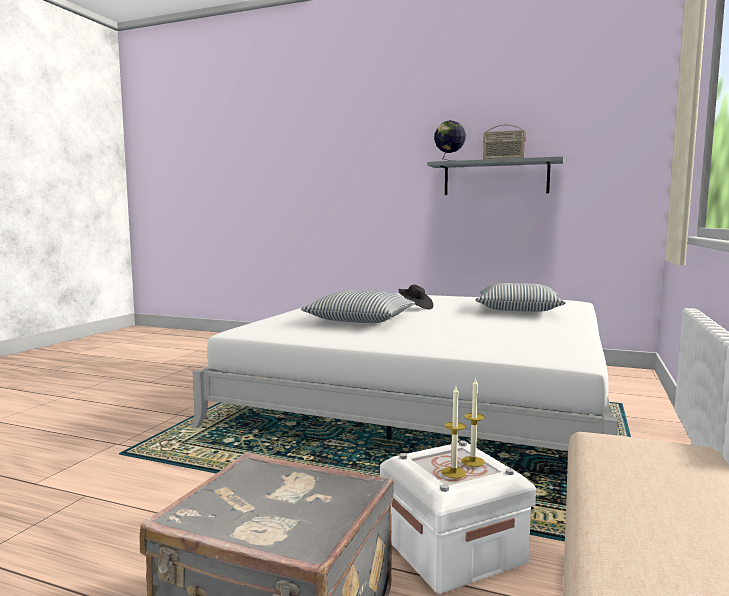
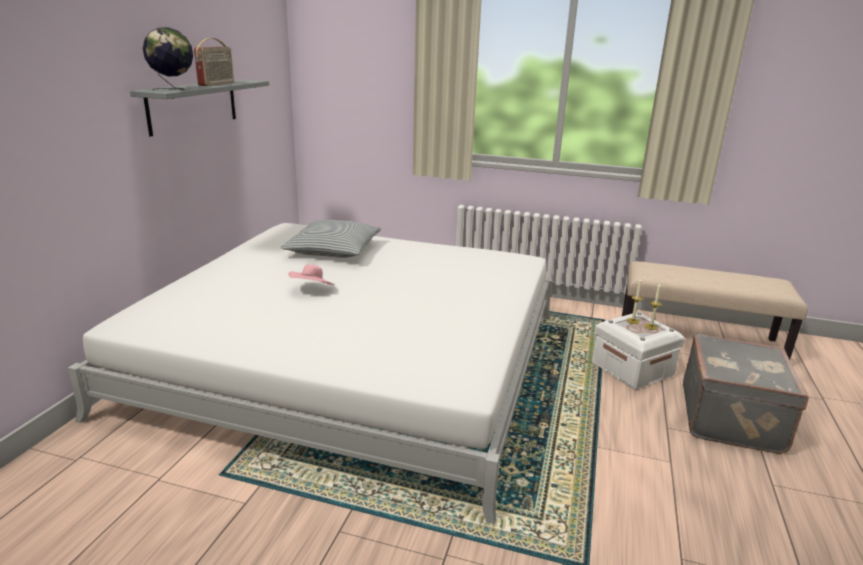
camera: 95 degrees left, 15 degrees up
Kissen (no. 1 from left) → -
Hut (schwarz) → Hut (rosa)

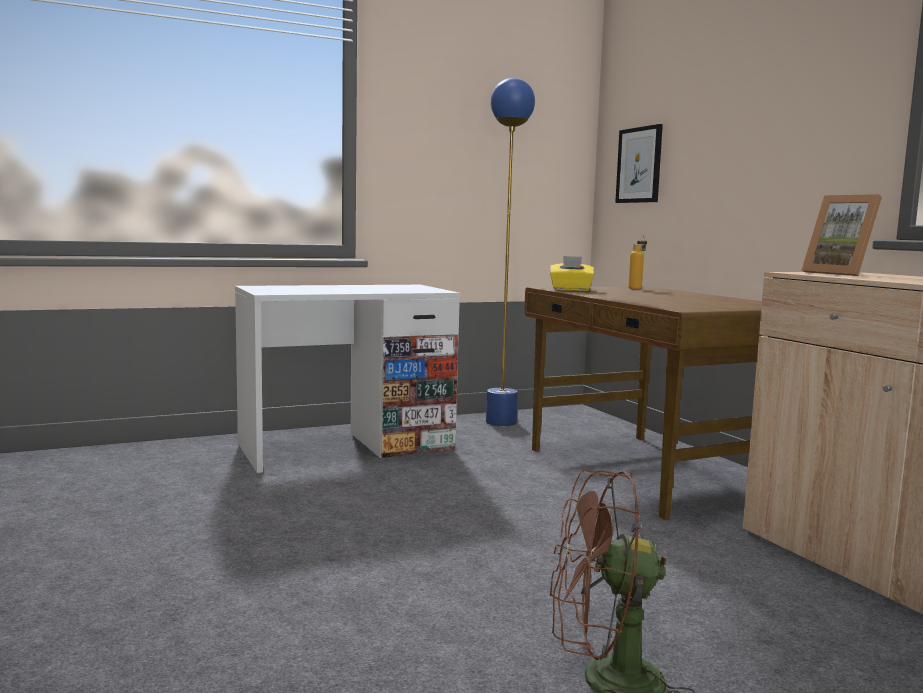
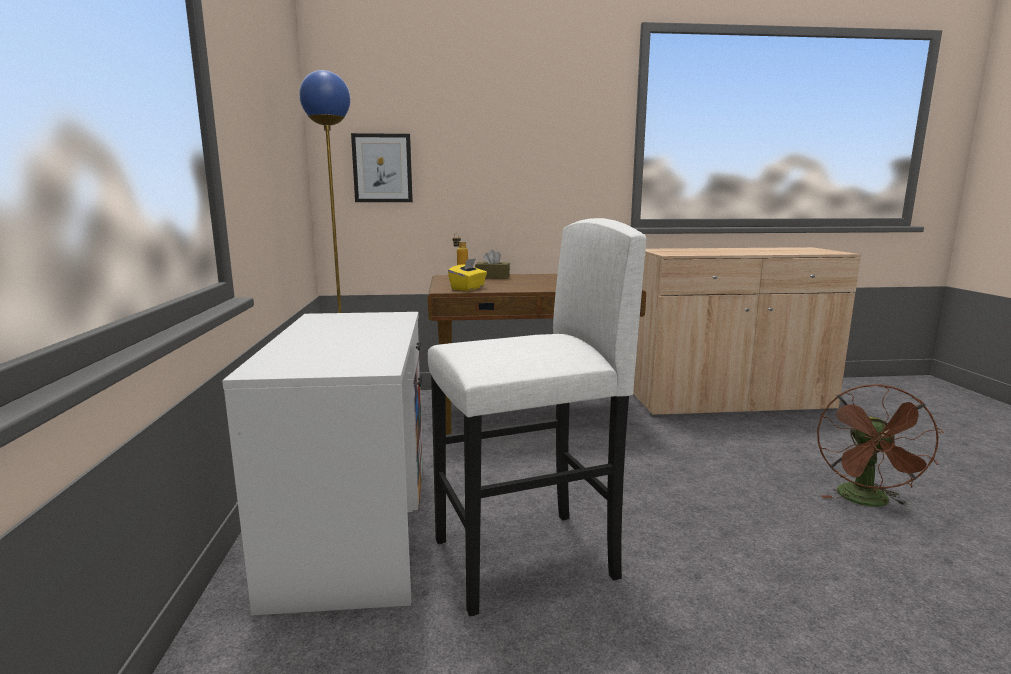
camera: 70 degrees left, 5 degrees up
Bilderrahmen → -
- → Hocker (weiß)
- → Taschentuchbox (braun)

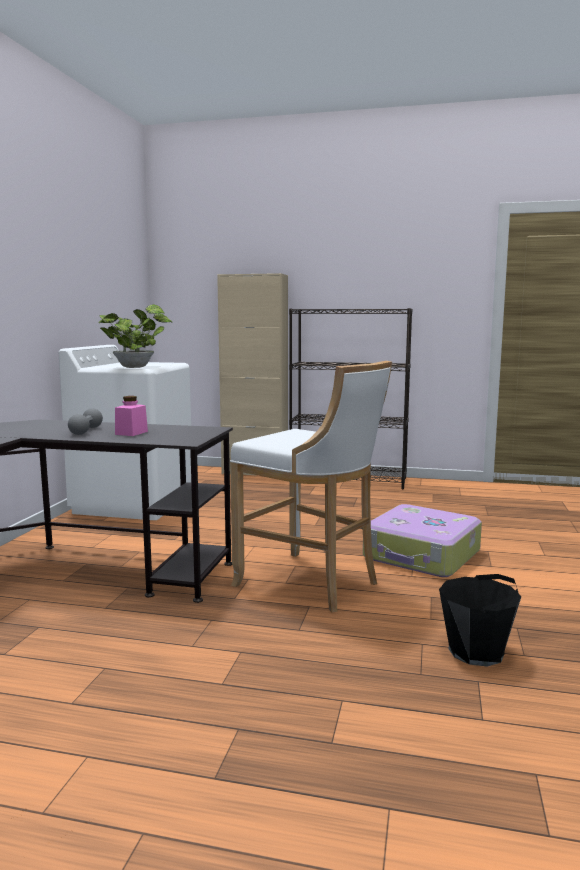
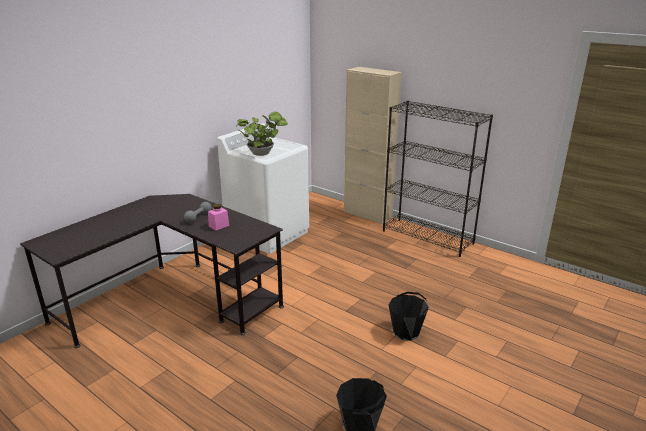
camera: 25 degrees right, 15 degrees up
Hocker (weiß) → -
Koffer → Eimer (schwarz) (no. 2 from left)

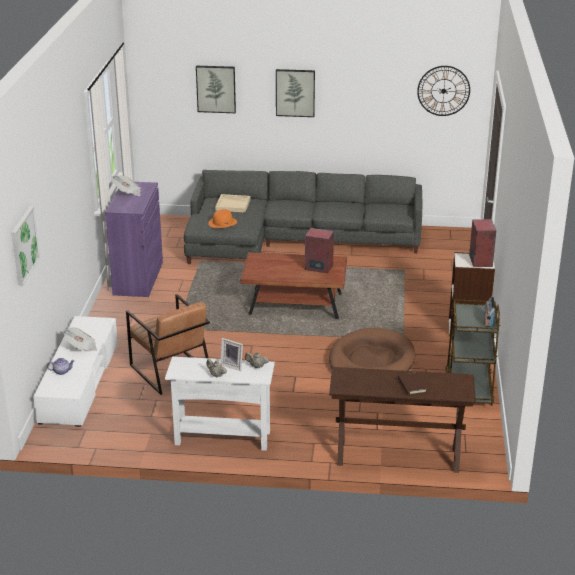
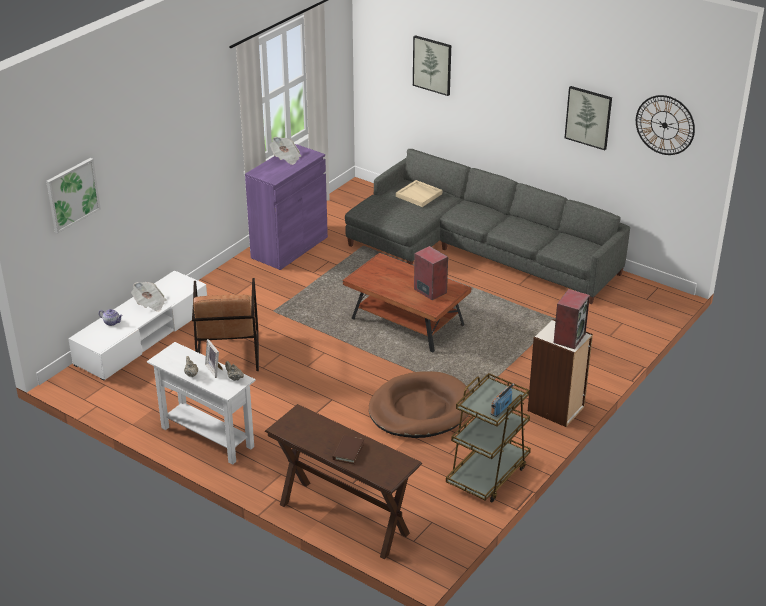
camera: 30 degrees right, 5 degrees up
Hut (orange) → -
Bild (no. 3 from left), relocated

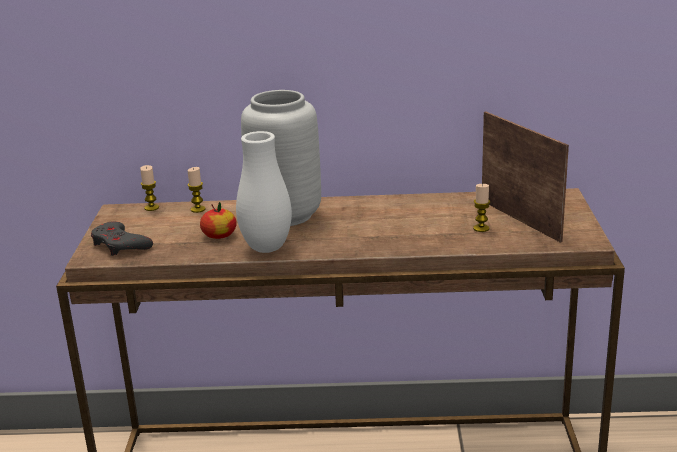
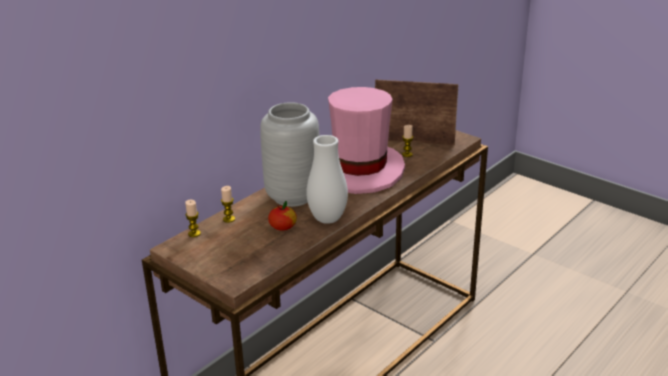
camera: 50 degrees left, 5 degrees up
Gamepad (grau) → -
- → Hut (rosa)

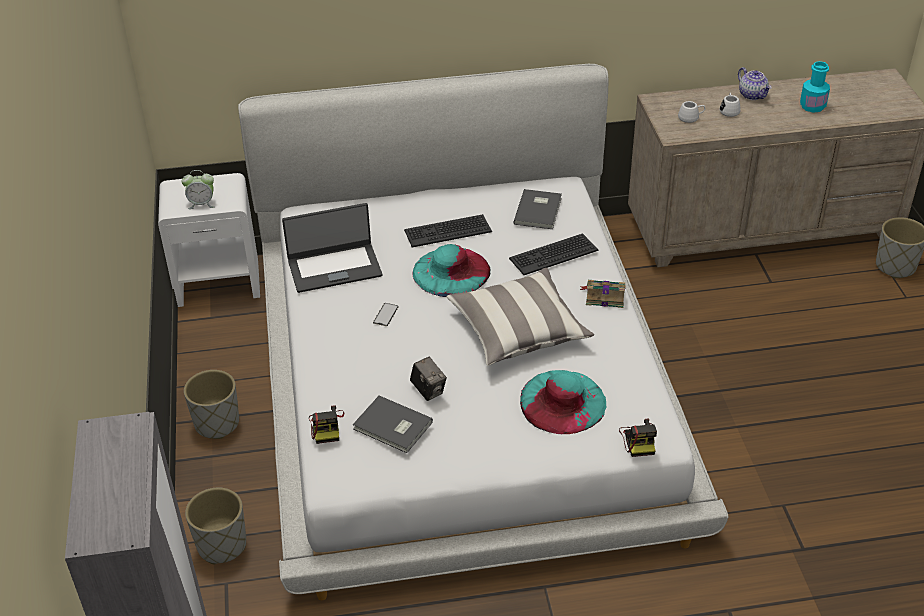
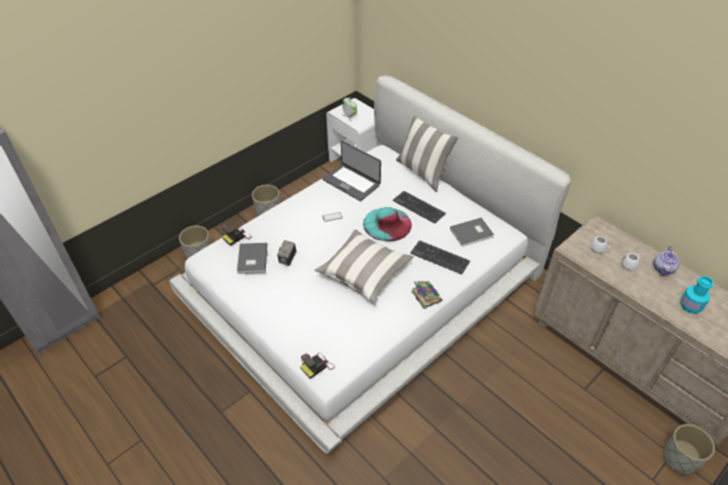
camera: 55 degrees right, 5 degrees up
Hut (türkis) (no. 2 from left) → -
- → Kissen (no. 2 from left)

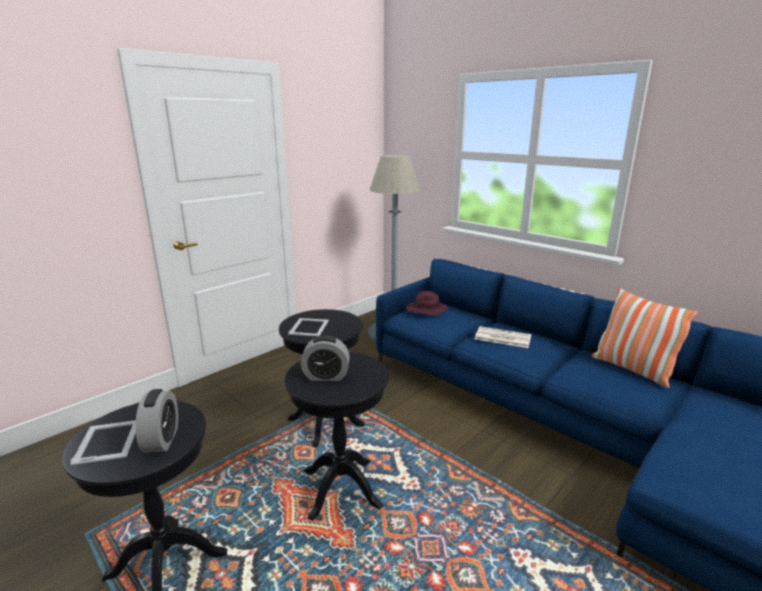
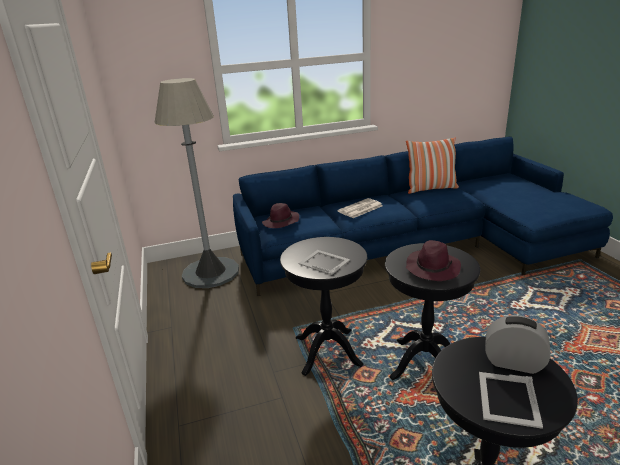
camera: 60 degrees left, 5 degrees up
Wecker (no. 2 from left) → Hut (lila) (no. 2 from left)
Bilderrahmen (no. 1 from left in the first image) → Bilderrahmen (no. 2 from left), 90 degrees counterclockwise

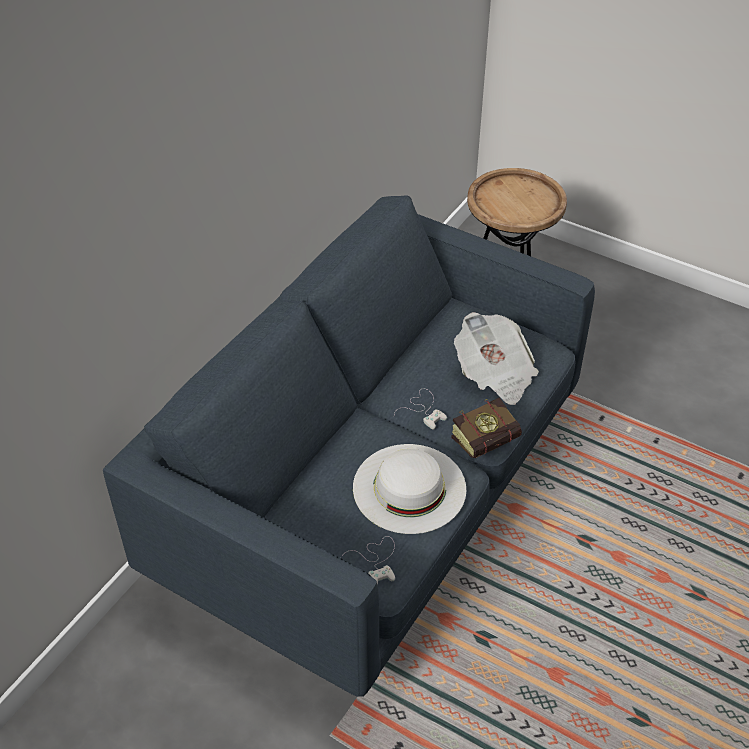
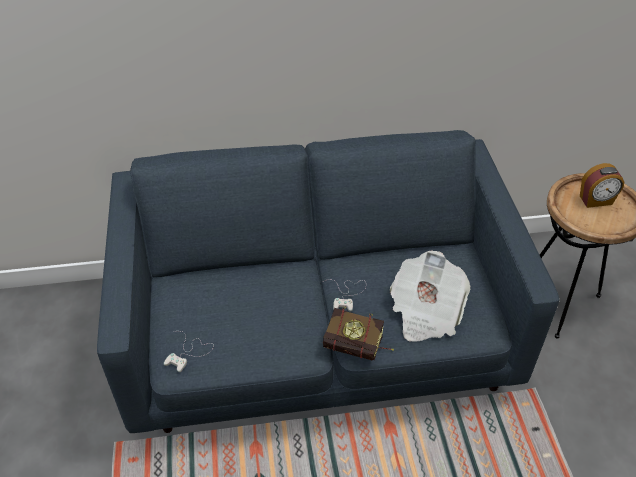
camera: 50 degrees right, 0 degrees up
Hut (weiß) → -
- → Wecker

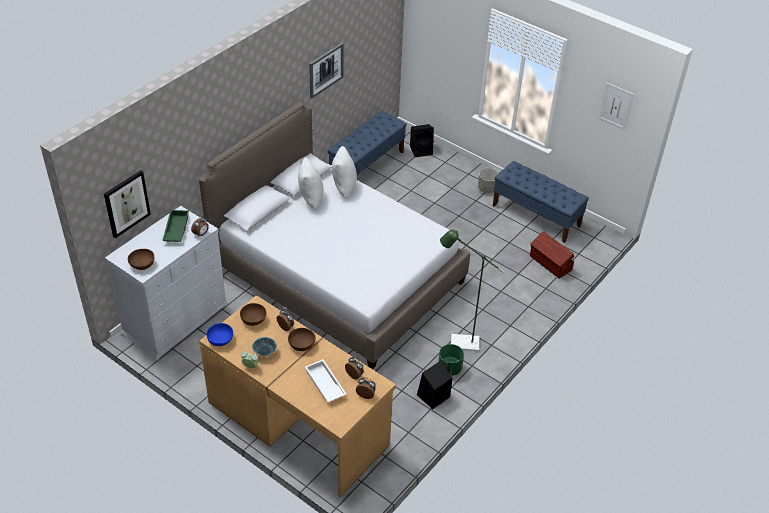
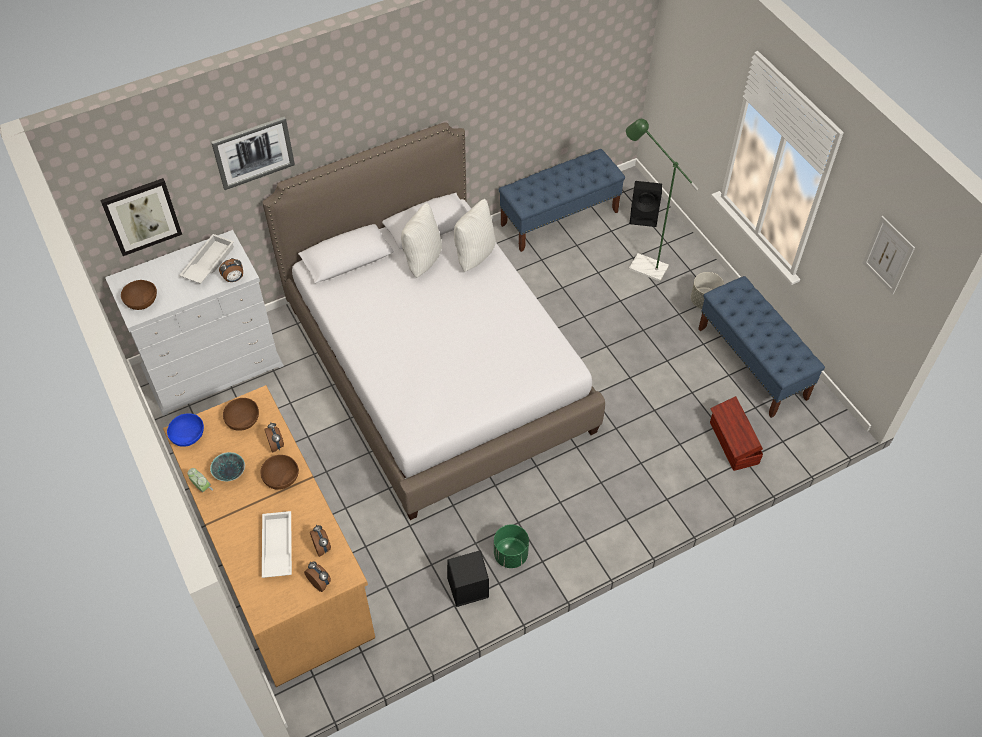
camera: 25 degrees right, 10 degrees up
Bild (no. 2 from left), relocated
Stehlampe (grün), relocated
Tablett (grün) → Tablett (weiß) (no. 1 from left)

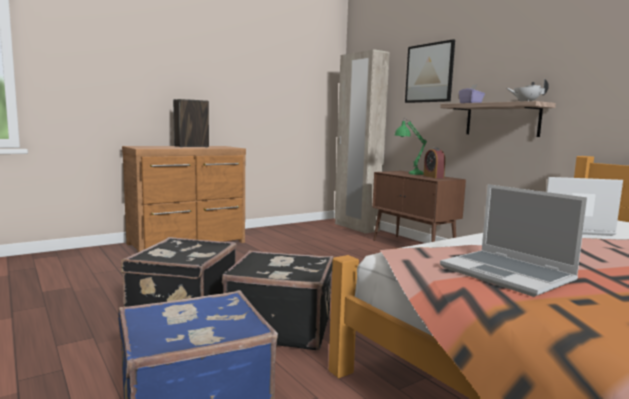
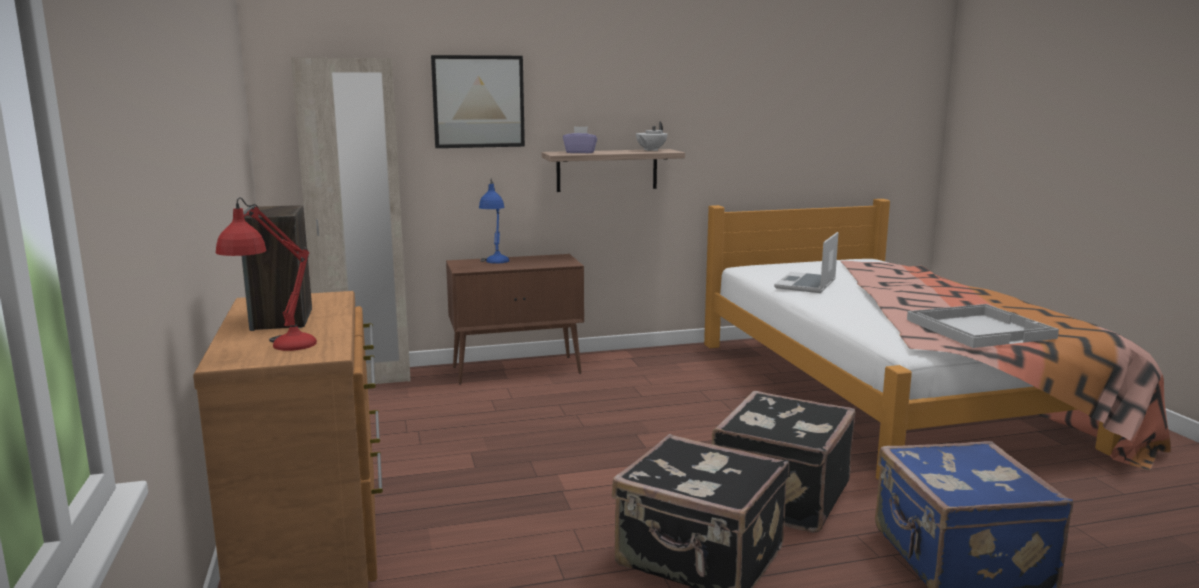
camera: 70 degrees left, 5 degrees up
Wecker → -
- → Tischlampe (rot)
Laptop (no. 1 from left) → Tablett (weiß)
Tischlampe (grün) → Tischlampe (blau)

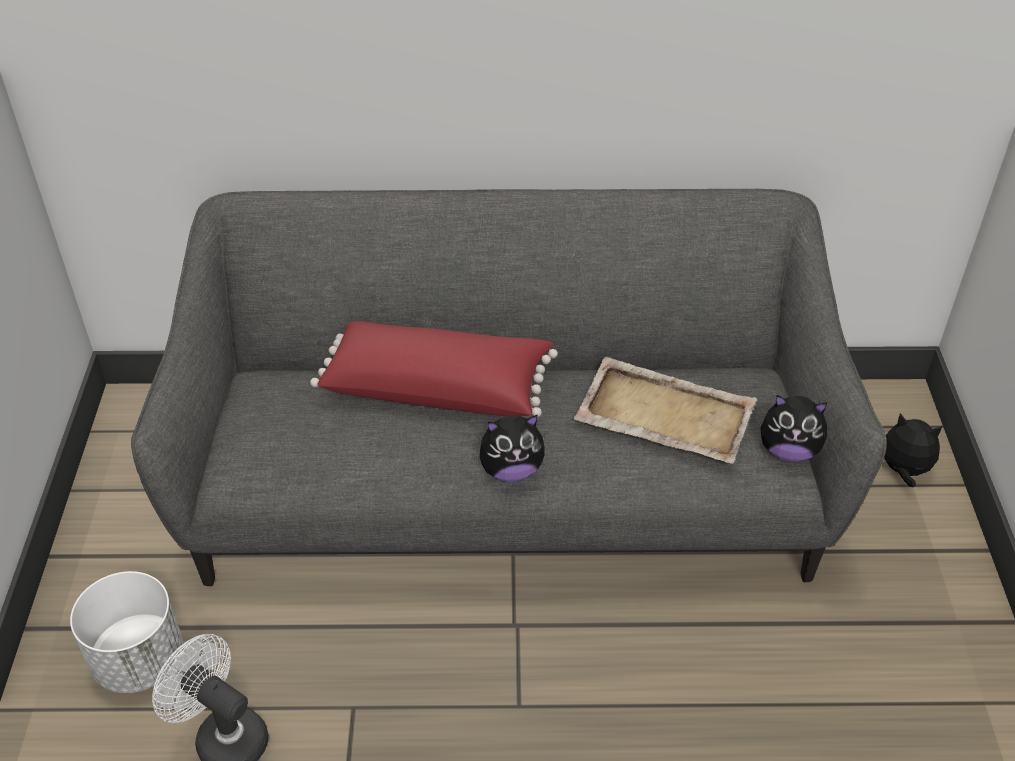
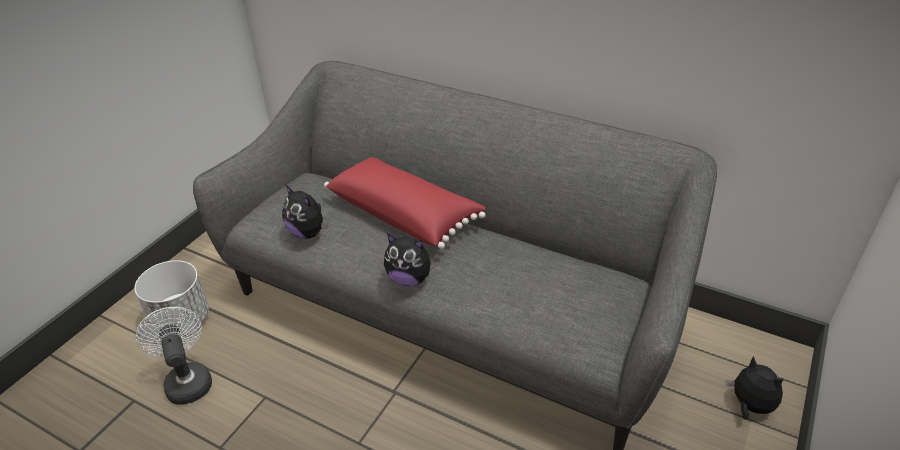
camera: 30 degrees right, 5 degrees down
Tablett (beige) → -
Plüschtier (no. 2 from left in the first image) → Plüschtier (no. 1 from left), relocated

